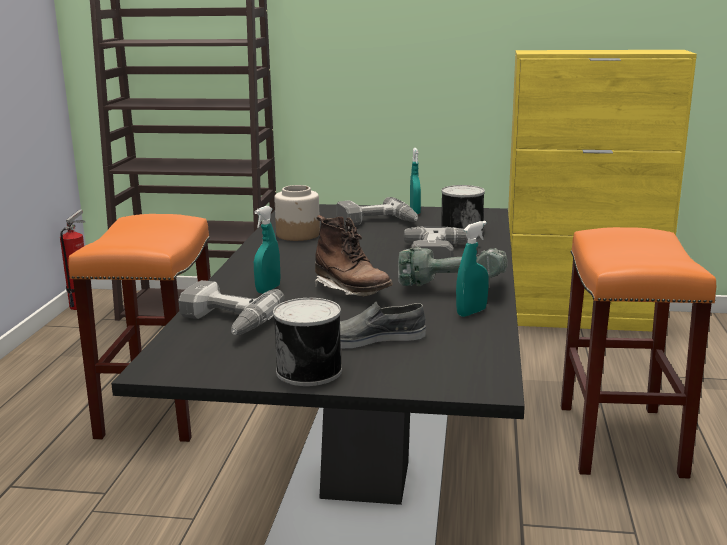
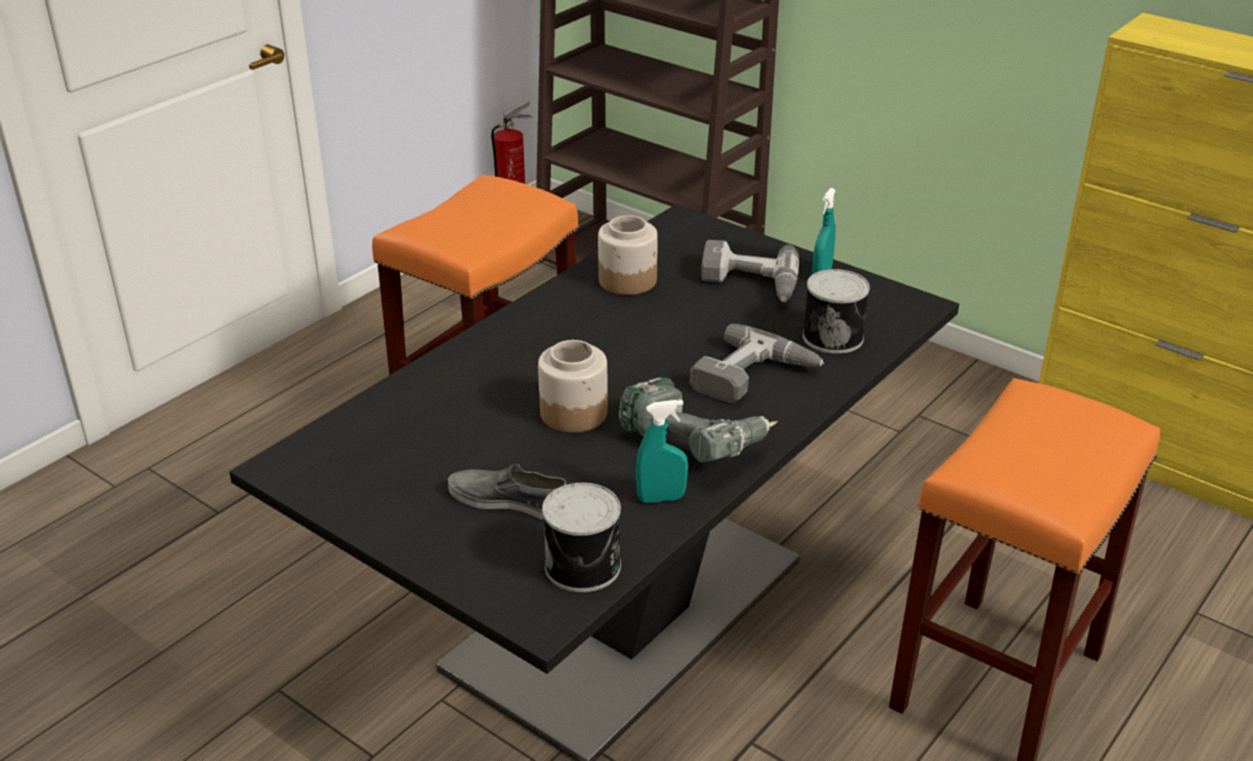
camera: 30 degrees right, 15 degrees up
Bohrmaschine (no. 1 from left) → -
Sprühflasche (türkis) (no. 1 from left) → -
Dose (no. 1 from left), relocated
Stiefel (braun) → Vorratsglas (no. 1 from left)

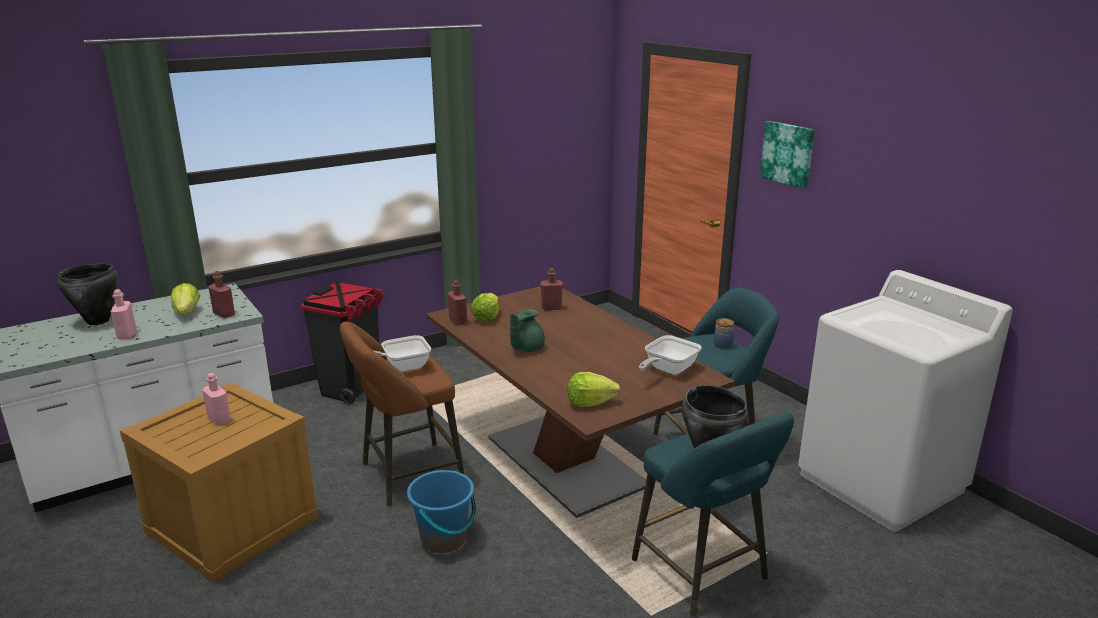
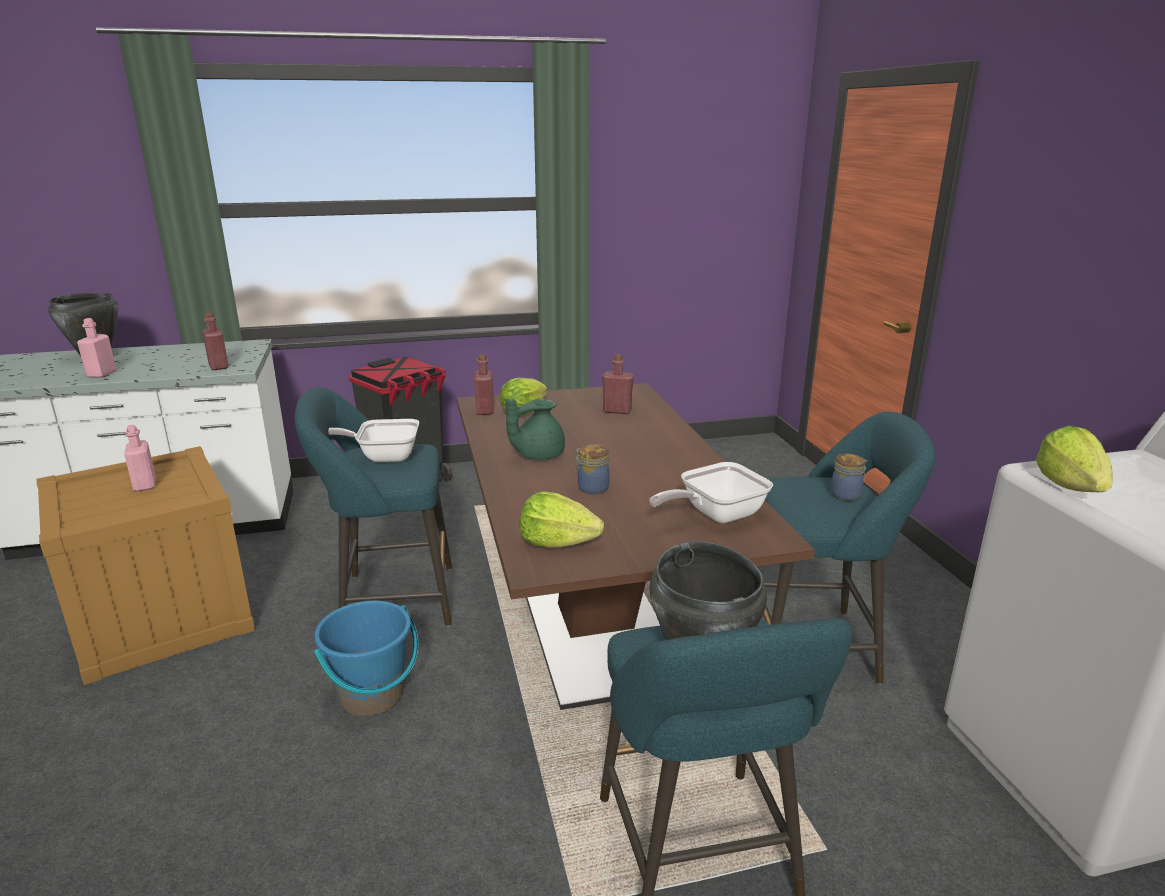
camera: 20 degrees right, 0 degrees up
Bild → -
- → Vorratsglas (no. 1 from left)
Salatkopf (no. 1 from left in the first image) → Salatkopf (no. 3 from left), relocated
Hocker (braun) → Hocker (türkis) (no. 1 from left)

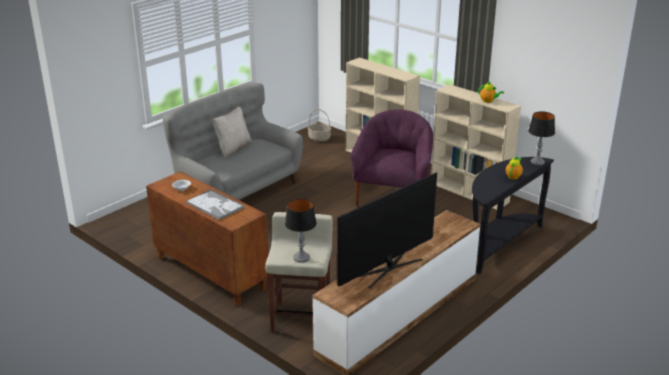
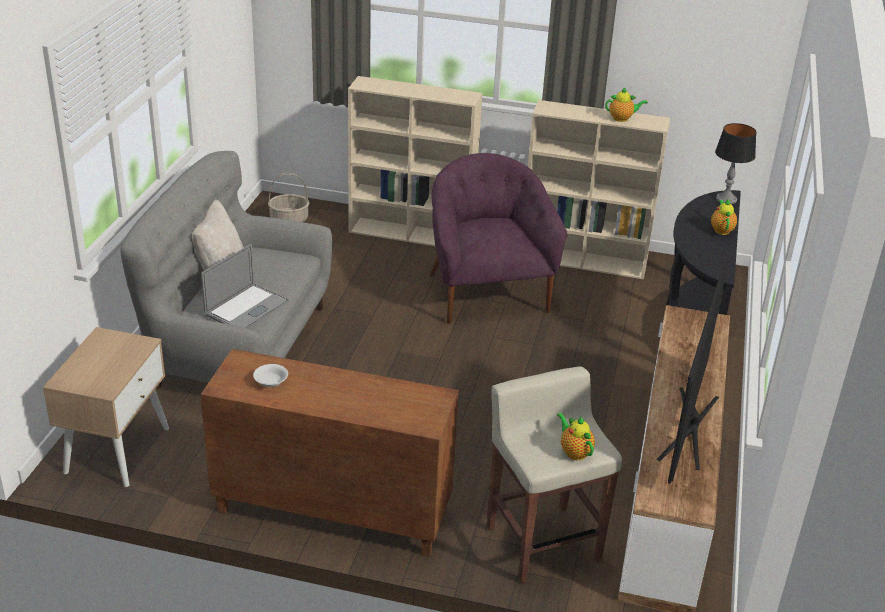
camera: 30 degrees left, 5 degrees up
Tablett → -
- → Nachttisch (beige)
- → Laptop
Tischlampe (no. 1 from left) → Teekanne (no. 1 from left)

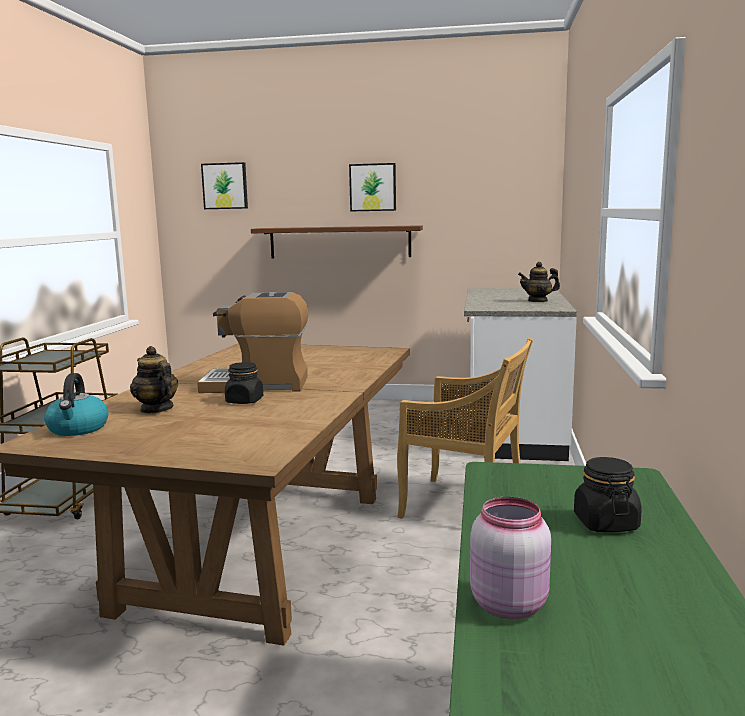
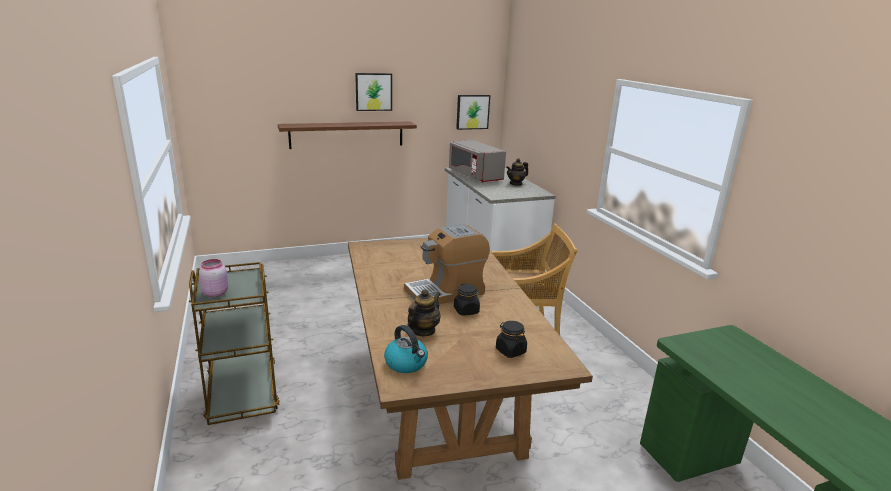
camera: 30 degrees left, 10 degrees up
- → Mikrowelle (grau)
Bild (no. 1 from left in the first image) → Bild (no. 2 from left), relocated
Vorratsglas (rosa), relocated
Vorratsglas (schwarz) (no. 2 from left), relocated
Teekanne (no. 1 from left), 105 degrees clockwise

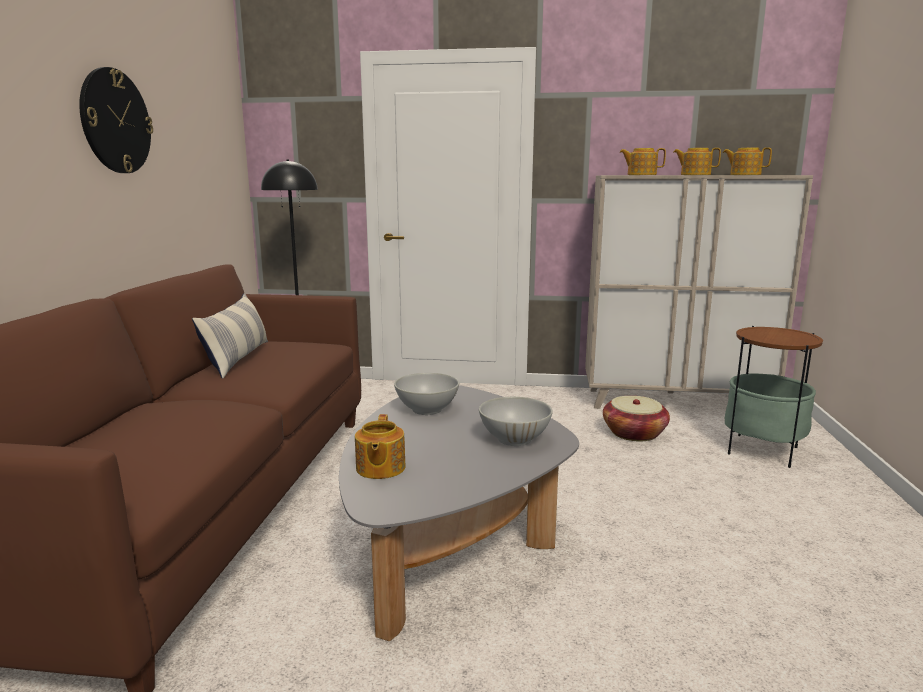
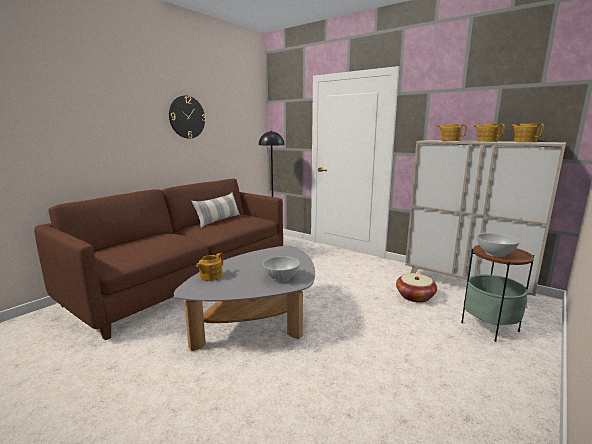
camera: 30 degrees right, 0 degrees up
Schüssel (weiß) (no. 1 from left in the first image) → Schüssel (weiß) (no. 2 from left), relocated

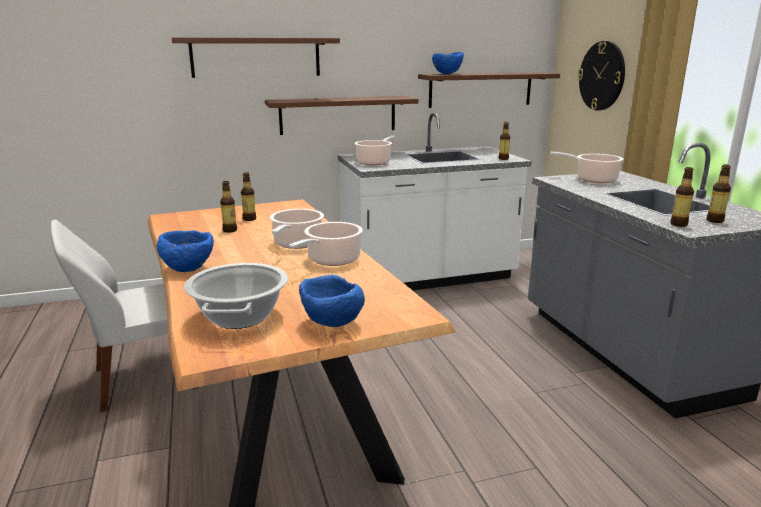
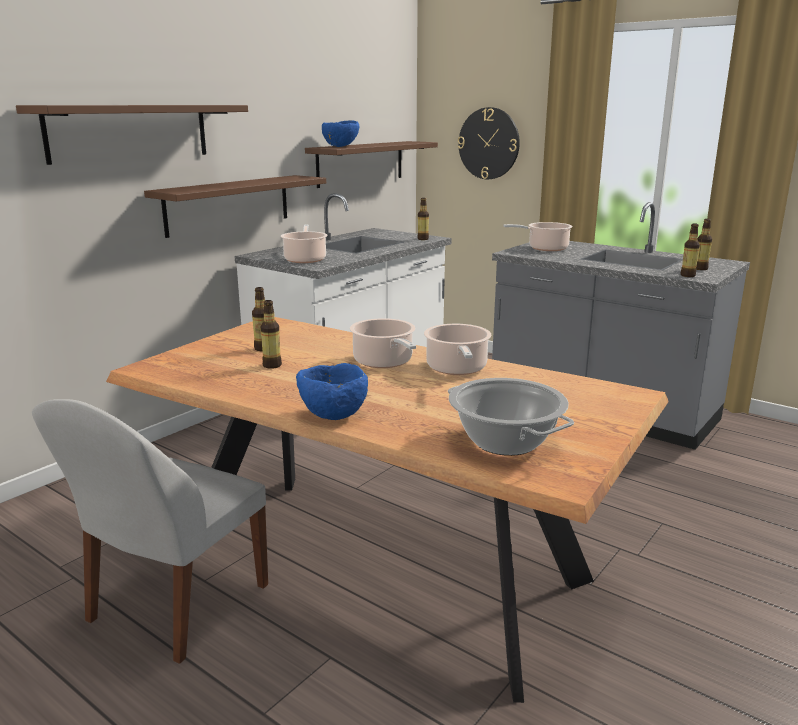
camera: 35 degrees left, 0 degrees up
Schüssel (blau) (no. 2 from left) → -

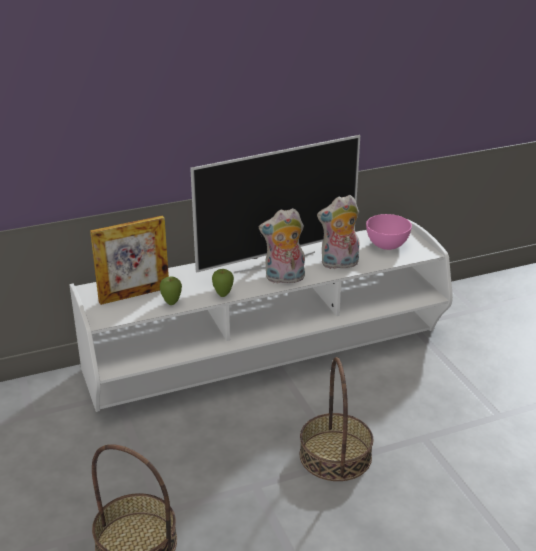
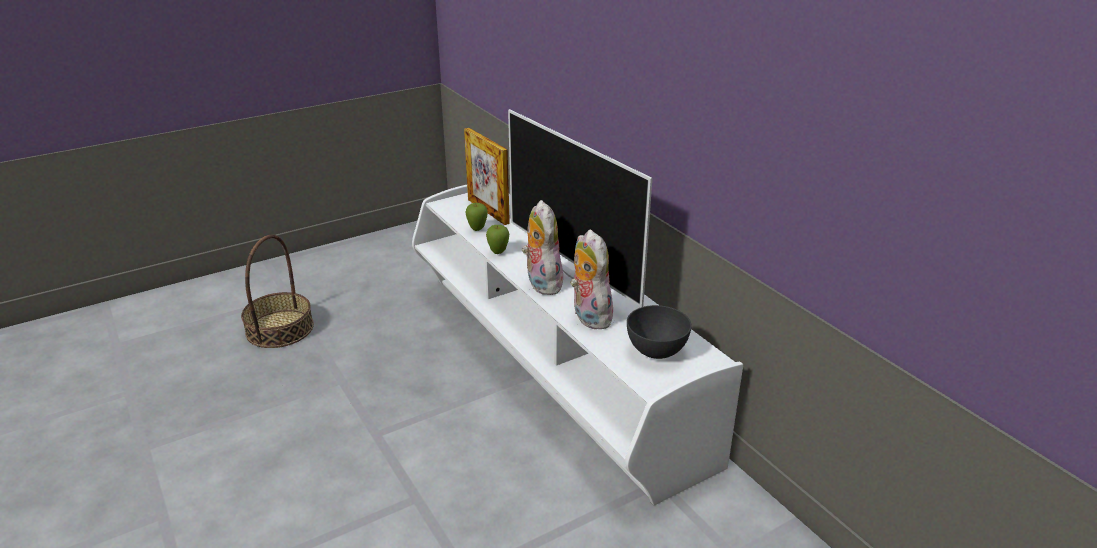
camera: 80 degrees right, 0 degrees up
Korb (no. 2 from left) → -
Schüssel (rosa) → Schüssel (grau)

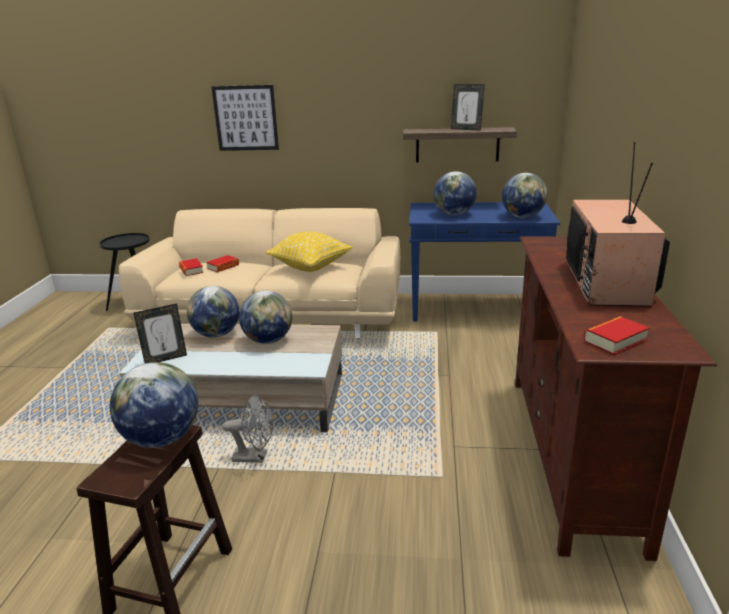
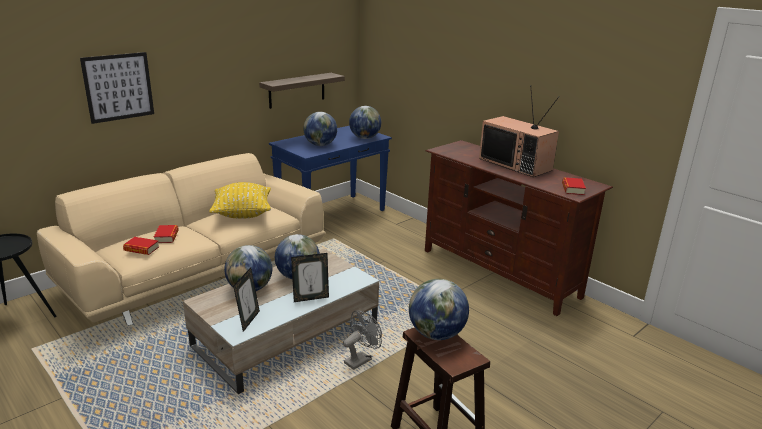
camera: 50 degrees left, 0 degrees up
Bilderrahmen (no. 2 from left), relocated

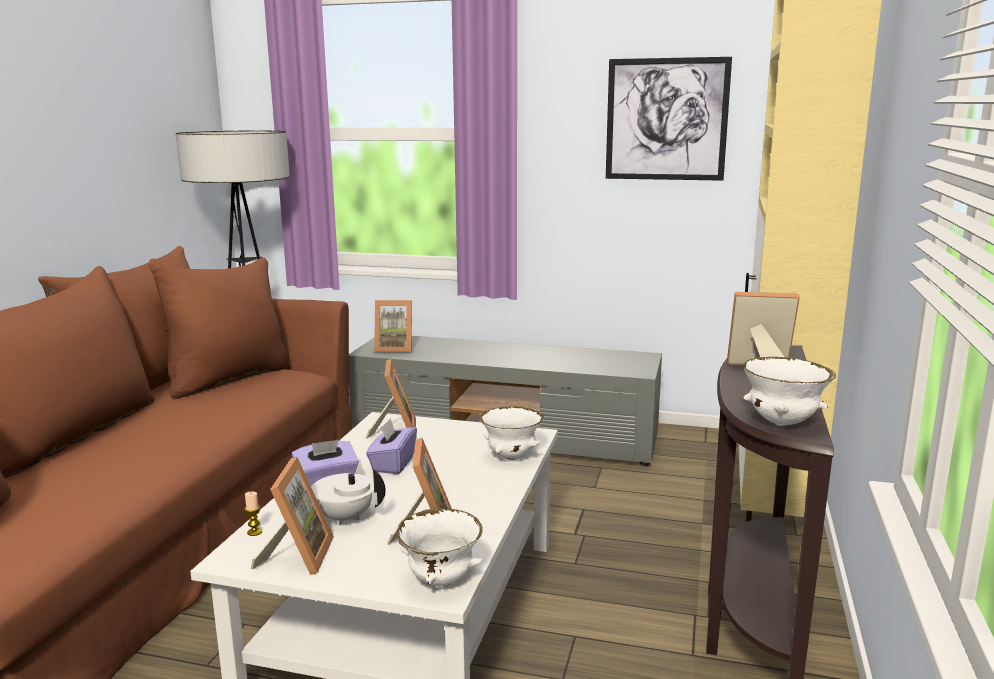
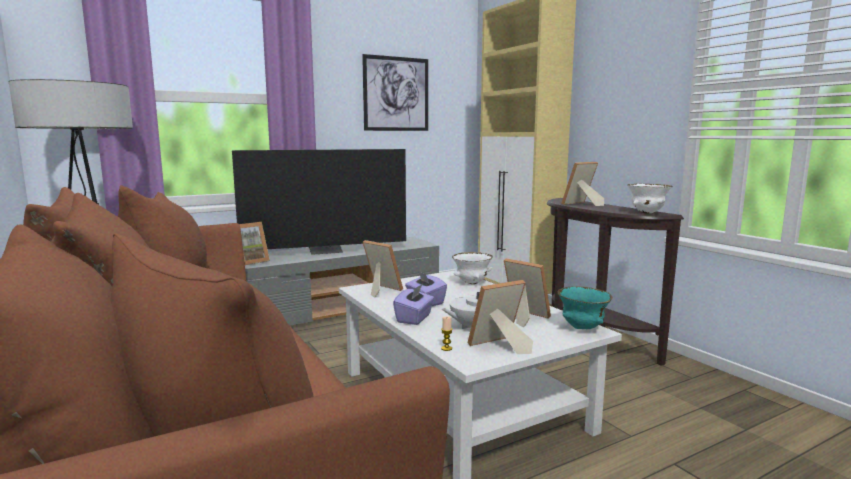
camera: 45 degrees left, 5 degrees down
- → Fernseher
Schüssel (weiß) (no. 1 from left) → Schüssel (türkis)
Bilderrahmen (no. 1 from left in the first image) → Bilderrahmen (no. 3 from left), 75 degrees counterclockwise

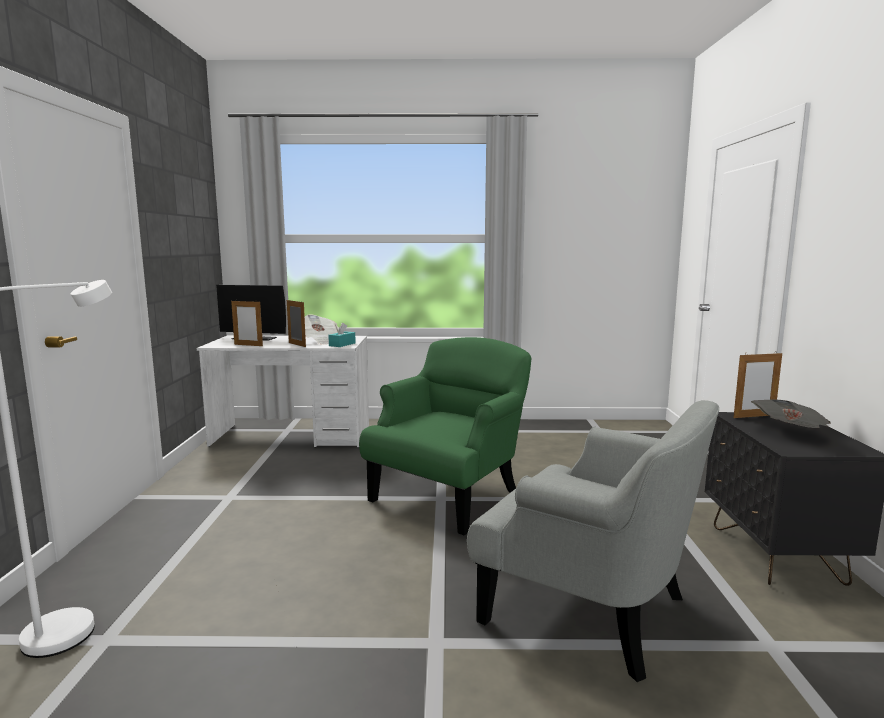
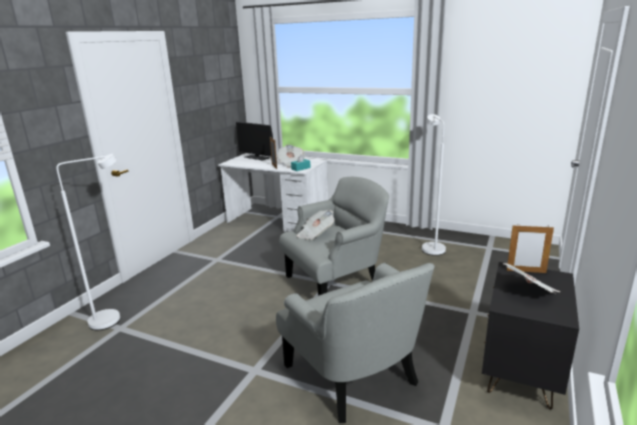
camera: 25 degrees right, 10 degrees up
Bilderrahmen (no. 1 from left) → -
- → Zeitung (no. 2 from left)
- → Stehlampe (weiß) (no. 2 from left)
Sessel (grün) → Sessel (grau) (no. 1 from left)

